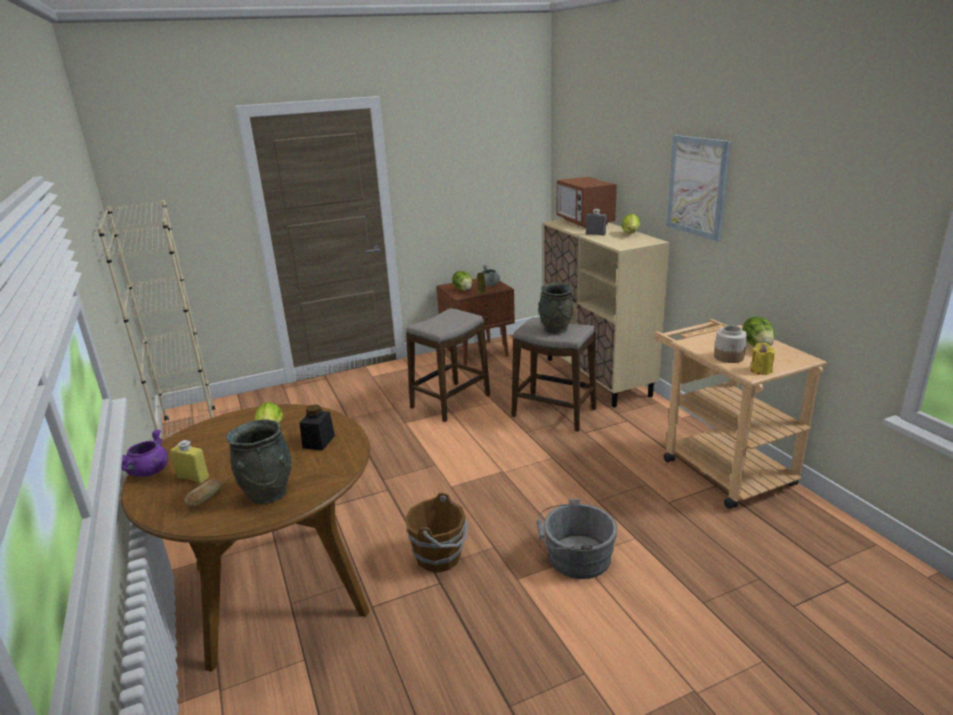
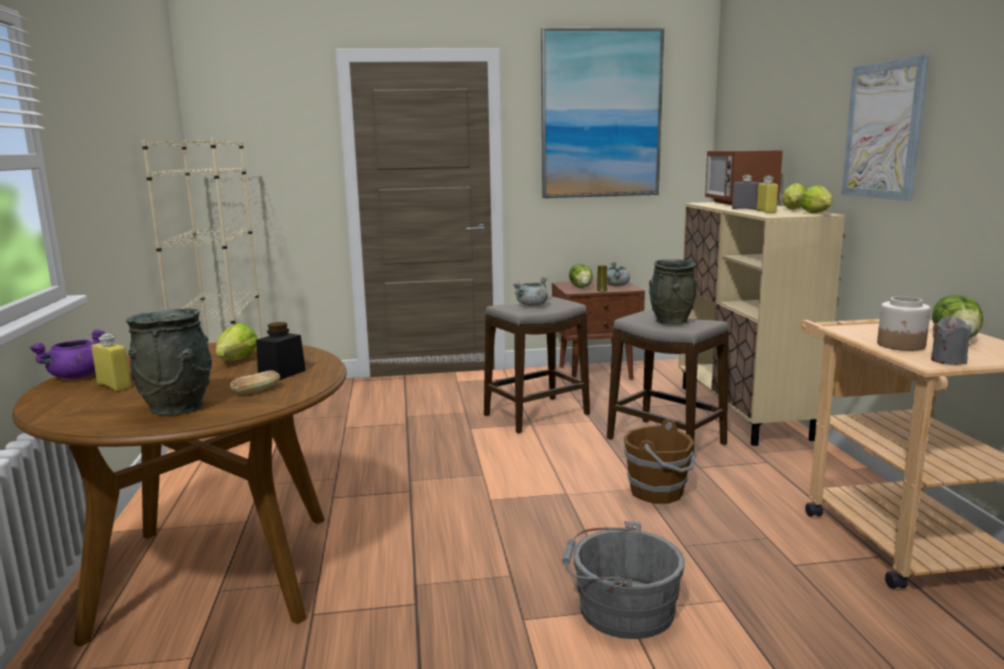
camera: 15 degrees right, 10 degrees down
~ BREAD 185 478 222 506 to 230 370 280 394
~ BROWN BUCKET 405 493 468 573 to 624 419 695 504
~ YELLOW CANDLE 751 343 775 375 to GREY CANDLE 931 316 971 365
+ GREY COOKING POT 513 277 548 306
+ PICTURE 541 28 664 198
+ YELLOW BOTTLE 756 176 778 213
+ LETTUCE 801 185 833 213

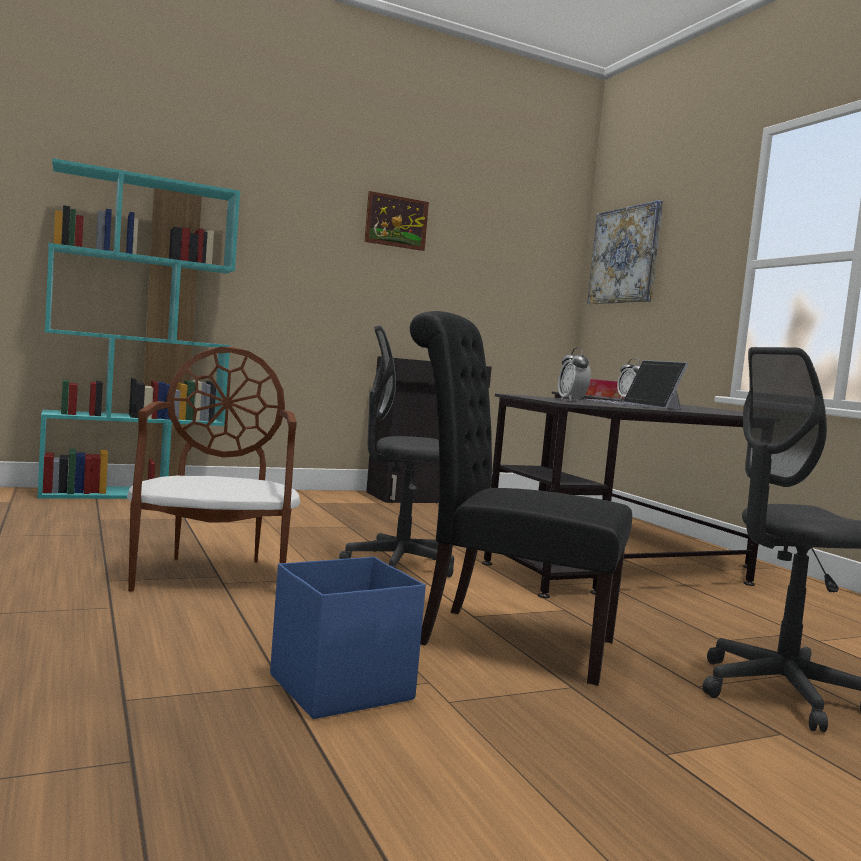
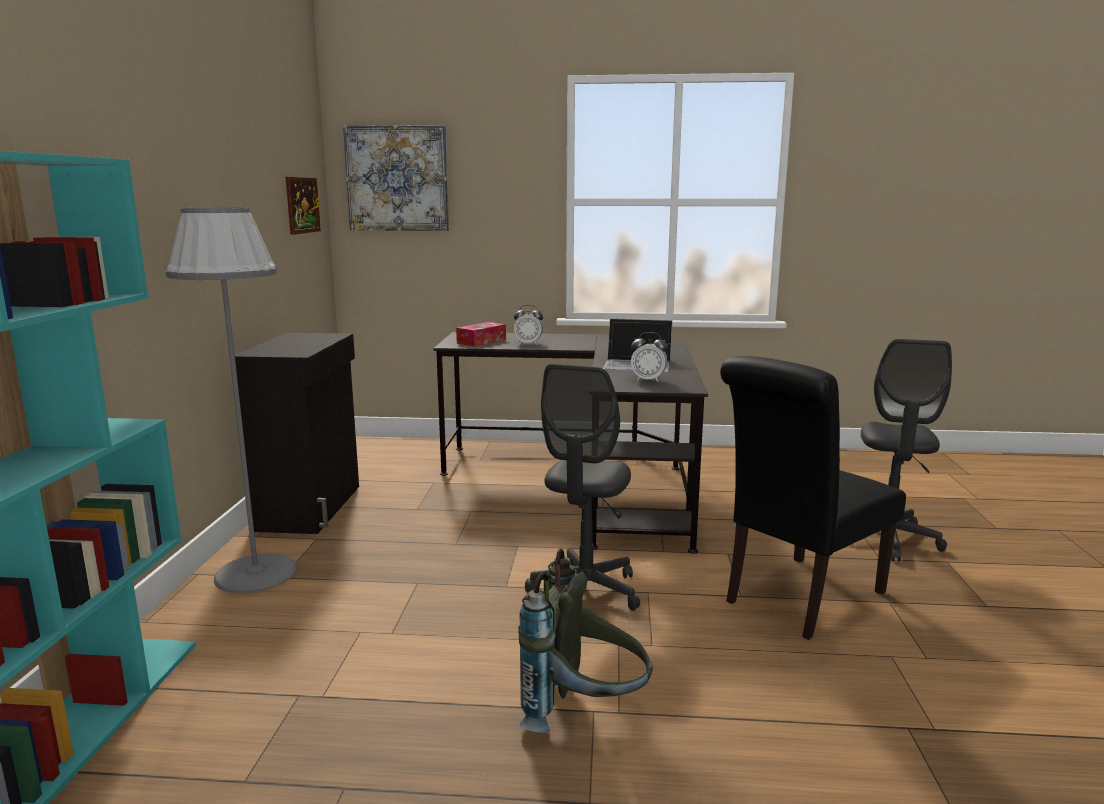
camera: 60 degrees left, 10 degrees up
~ BROWN CHAIR 127 347 300 591 to GREY BACKPACK 518 549 653 733
- BLUE STORAGE BOX 270 556 426 719
~ PICTURE 365 191 429 251 to 286 177 321 235
+ GREY FLOOR LAMP 166 207 297 593

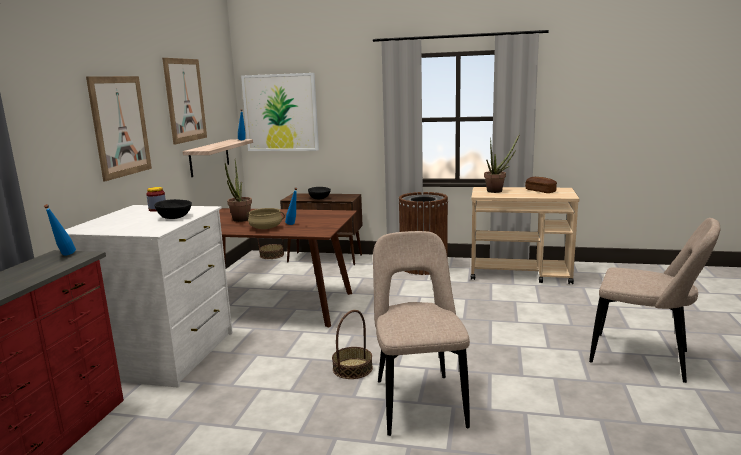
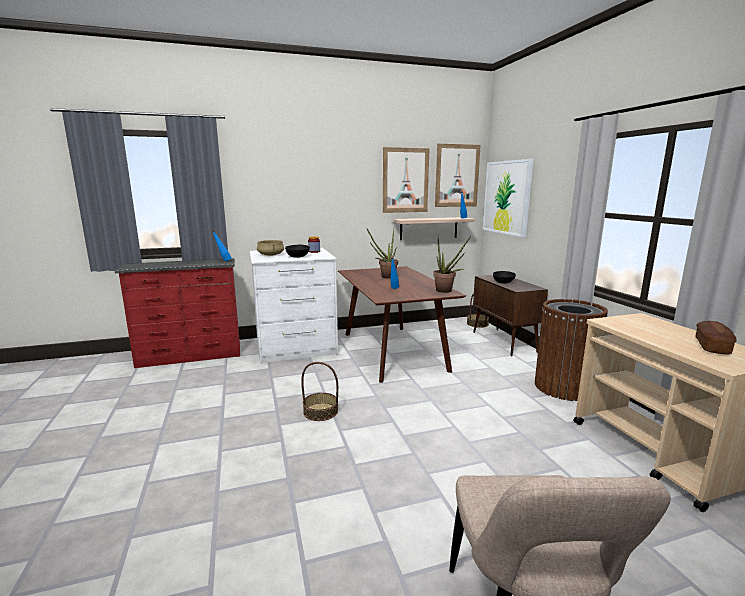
camera: 60 degrees right, 0 degrees up
~ PICTURE 86 76 152 181 to 435 144 481 207
~ BEIGE COOKING POT 247 208 285 229 to 257 240 284 256
- BEIGE CHAIR 373 231 470 436
~ POTTED PLANT 484 134 520 193 to 433 236 471 293

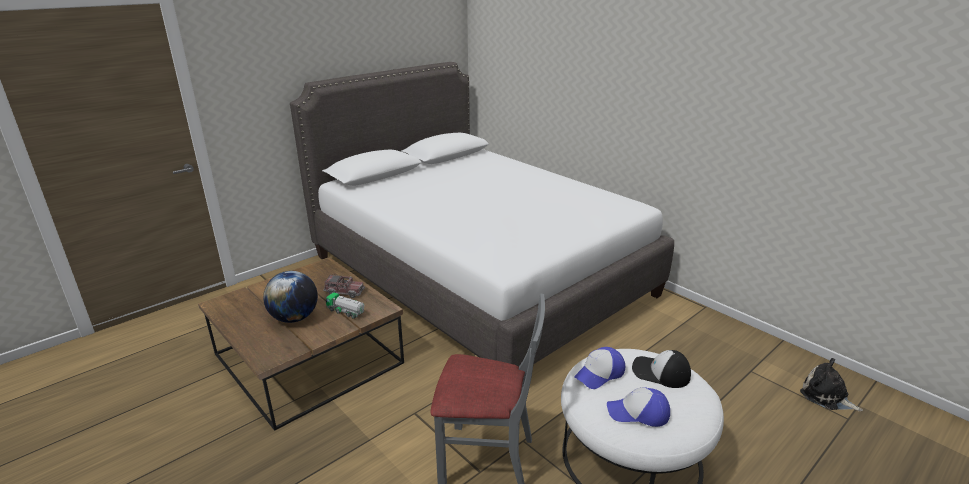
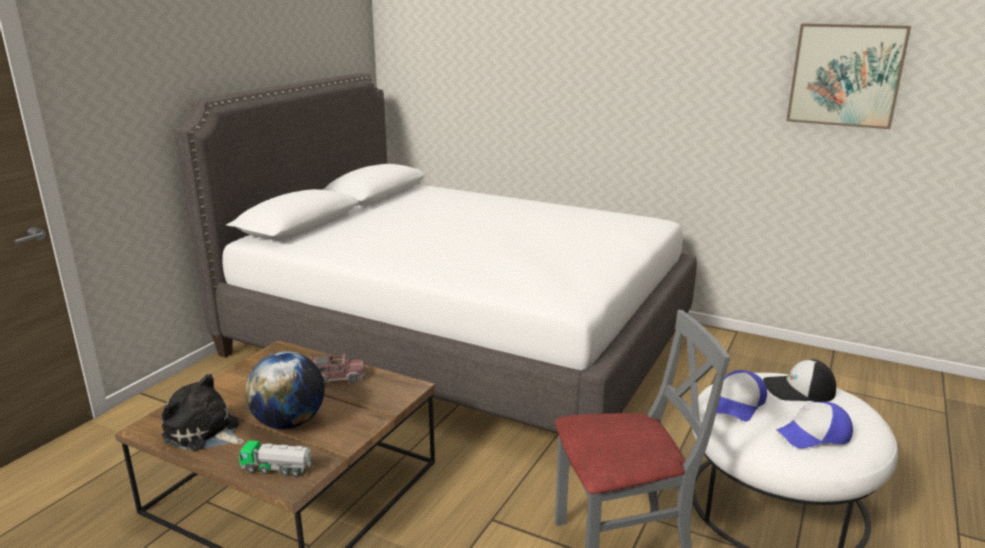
camera: 20 degrees left, 5 degrees down
~ TOY TRUCK 326 292 364 319 to 239 441 312 477
~ PLUSH TOY 800 358 863 411 to 162 374 244 451
+ PICTURE 786 23 911 129

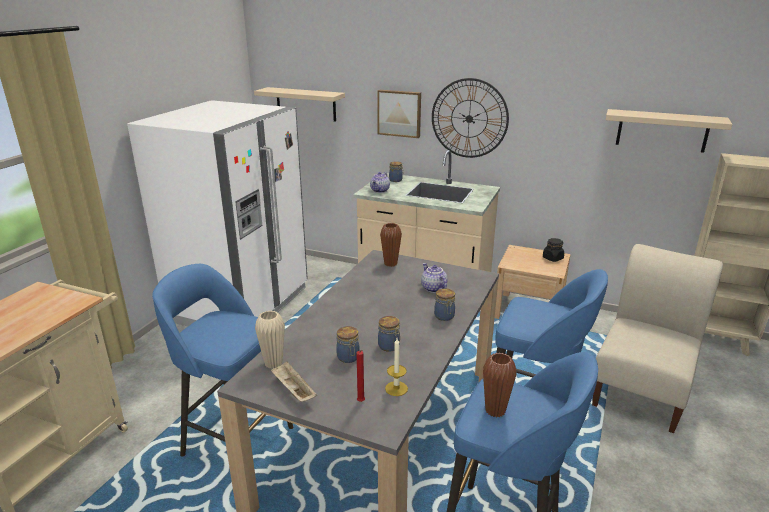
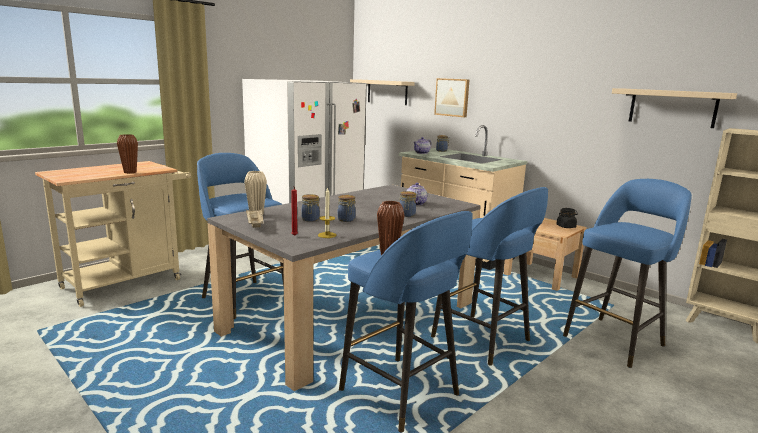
camera: 20 degrees right, 10 degrees down
~ BROWN VASE 380 223 402 267 to 117 134 138 173
- WALL CLOCK 432 78 509 158
~ BEIGE CHAIR 592 244 723 433 to BLUE STOOL 563 179 692 368

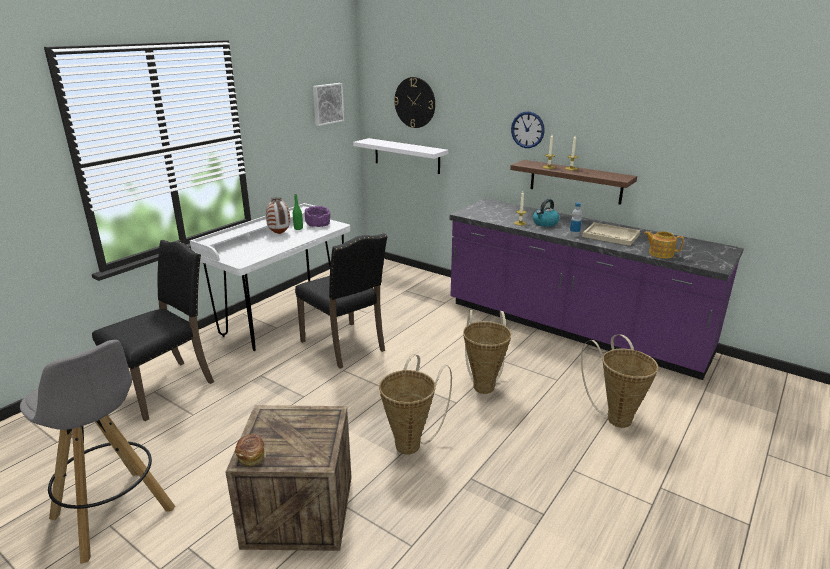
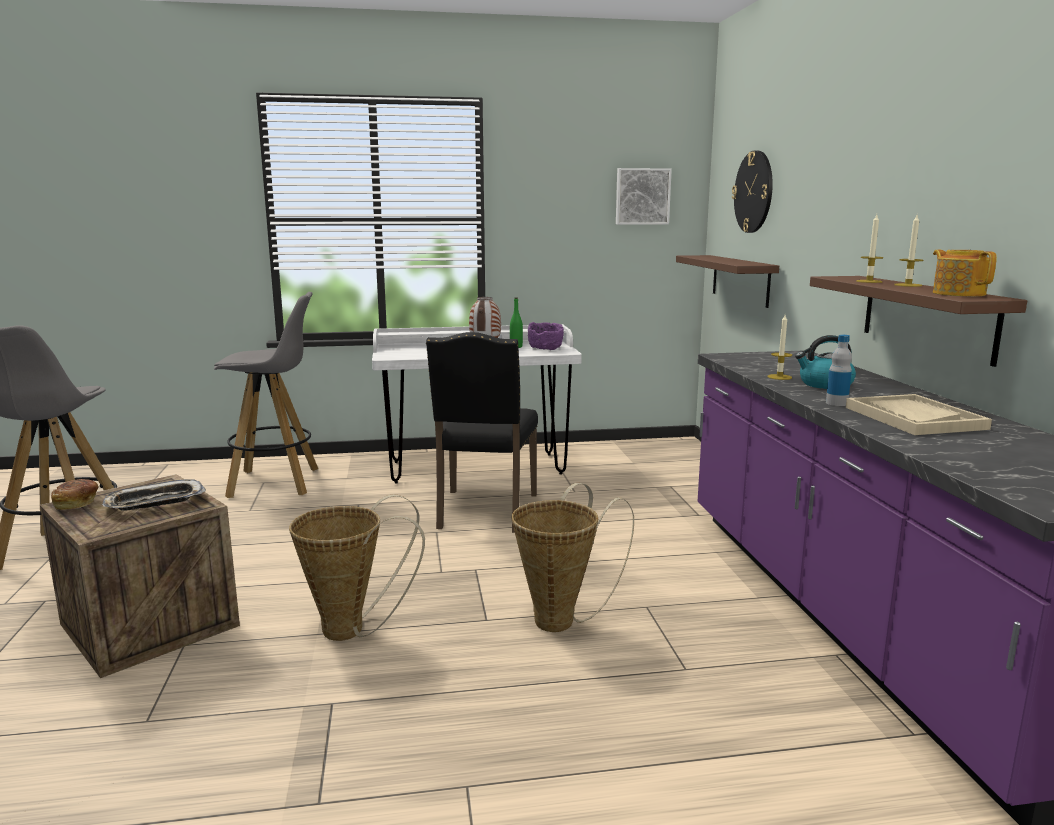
camera: 45 degrees right, 10 degrees down
~ BLACK CHAIR 92 240 214 421 to GREY STOOL 214 292 318 498
~ WHITE SHELF 353 138 448 174 to BROWN SHELF 676 255 779 308
- WALL CLOCK 511 111 545 148
- BASKET 581 334 658 428
~ TEAPOT 644 231 684 258 to 933 250 997 296
+ TRAY 102 479 206 511

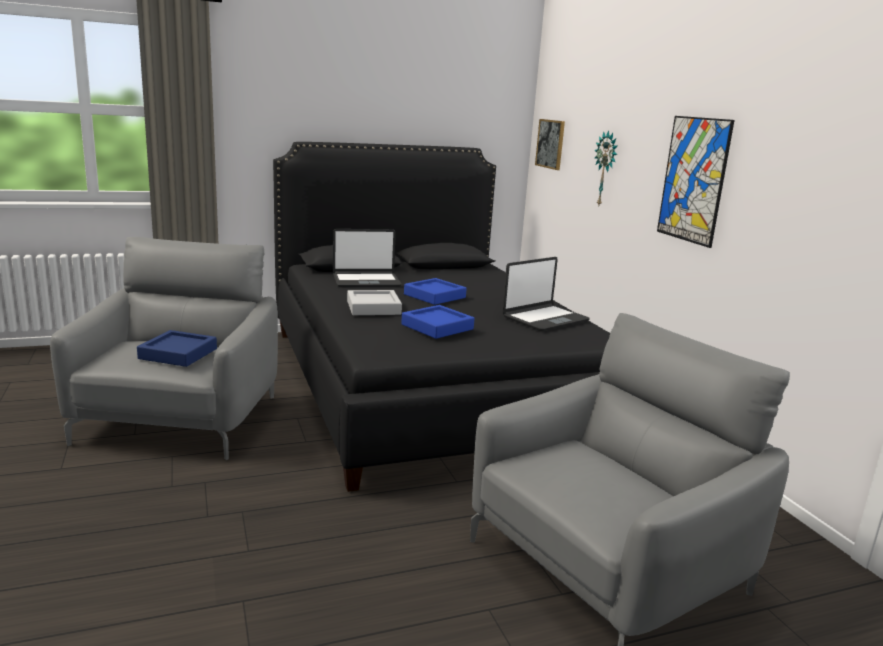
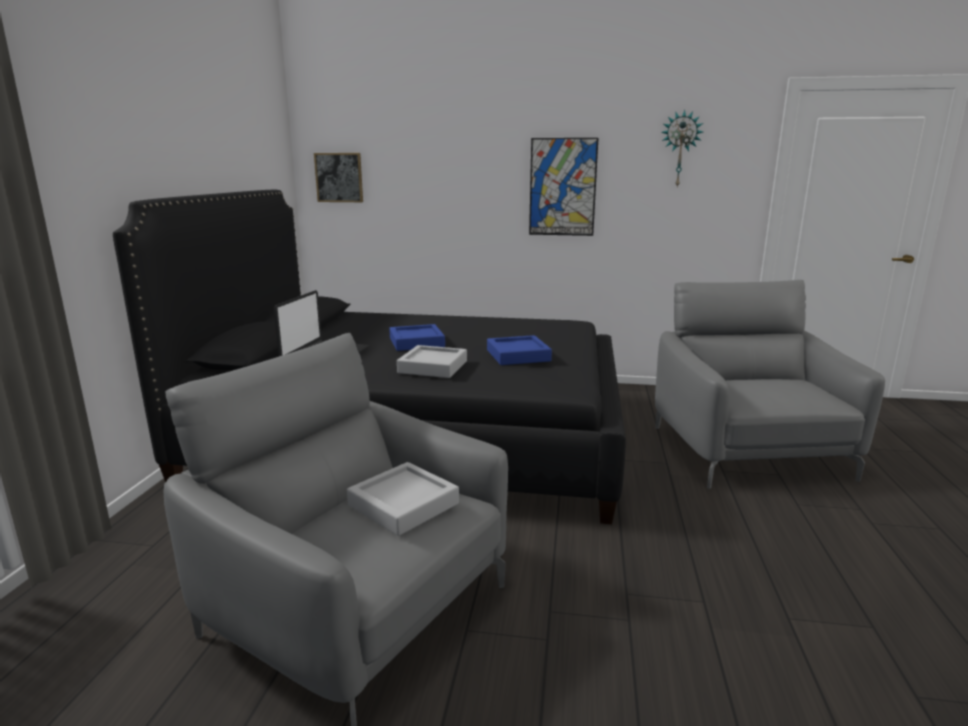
camera: 60 degrees left, 0 degrees up
~ BLUE TRAY 137 330 217 367 to GREY TRAY 347 462 459 536
- LAPTOP 502 257 590 331
~ WALL CLOCK 594 130 617 205 to 661 110 703 187

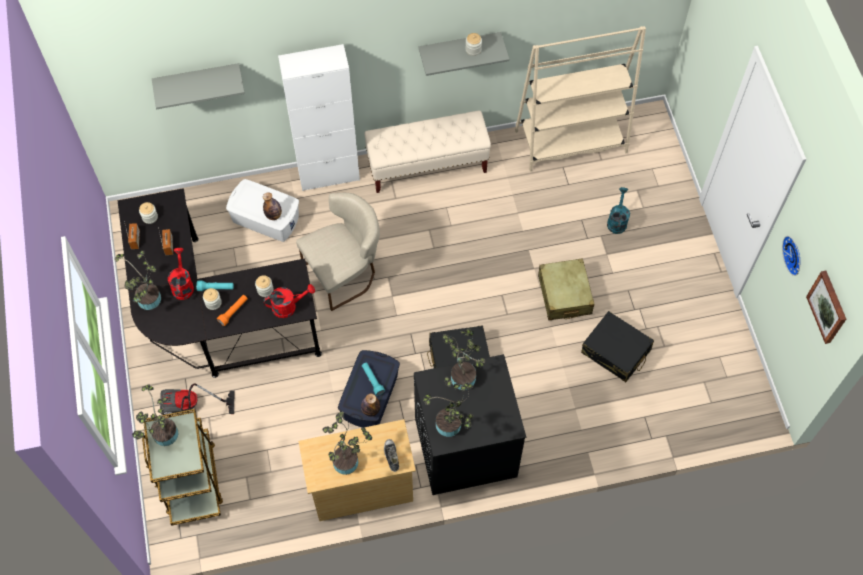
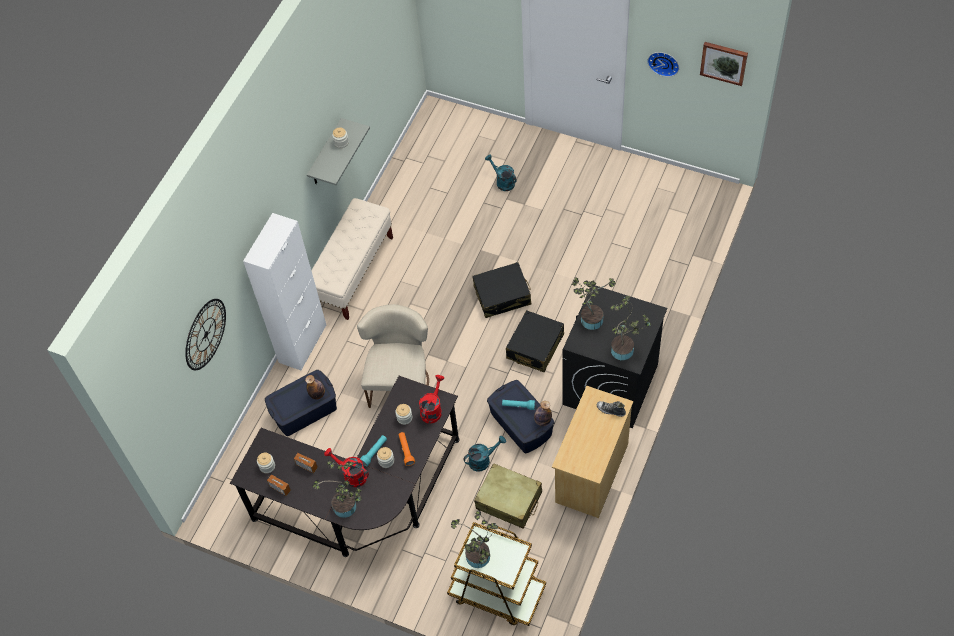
camera: 50 degrees left, 5 degrees down
~ GREY SHELF 152 63 245 109 to WALL CLOCK 185 299 226 370
- VACUUM CLEANER 160 383 235 415
~ WHITE STORAGE BOX 226 179 299 242 to BLUE STORAGE BOX 265 370 337 436
- POTTED PLANT 322 411 372 475
- BEIGE BOOKCASE 515 26 646 171
~ BEIGE SUITCASE 538 258 594 320 to 474 463 542 529
~ BLACK SUITCASE 581 311 654 382 to 472 262 531 318
+ TURQUOISE WATERING CAN 463 436 506 472

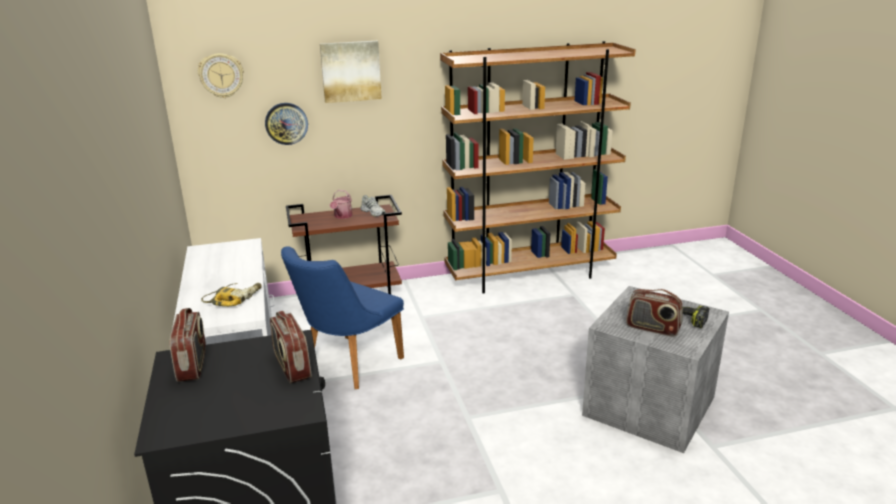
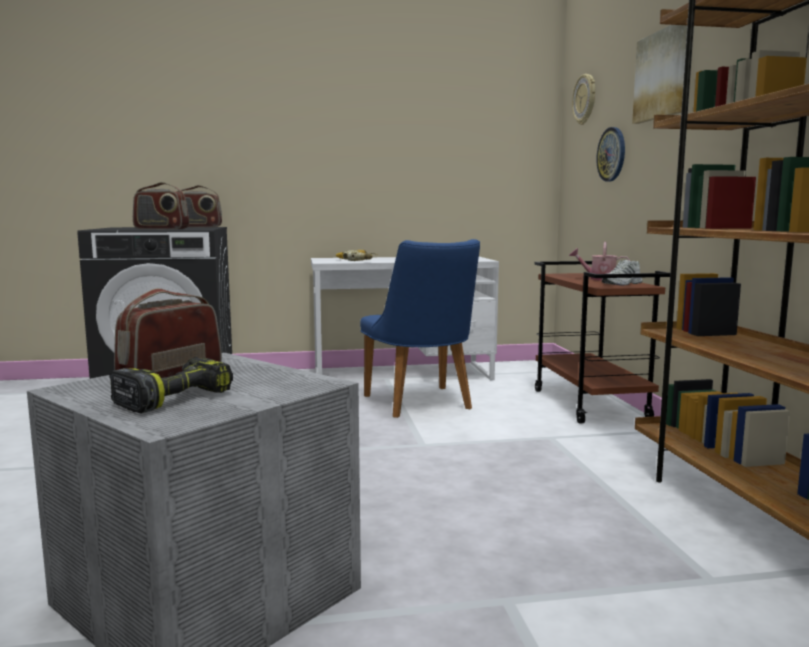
camera: 95 degrees right, 15 degrees down
~ RADIO 270 311 312 383 = 133 182 189 229 150 degrees counterclockwise
~ BLUE CHAIR 281 246 404 389 = 360 239 480 418 150 degrees counterclockwise

